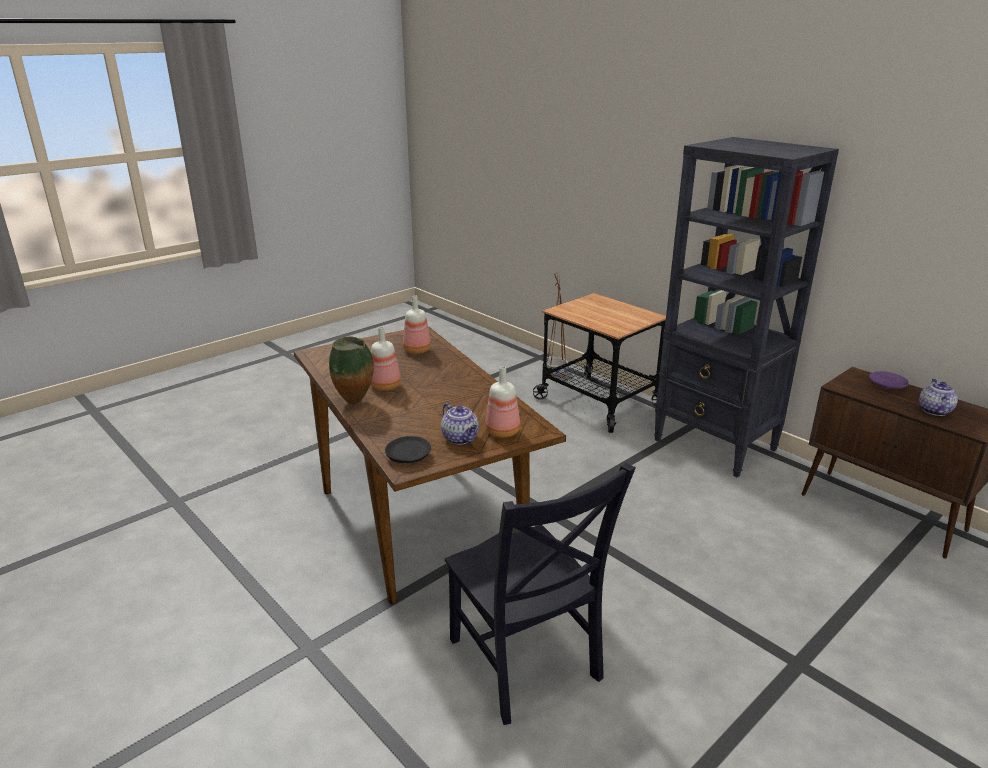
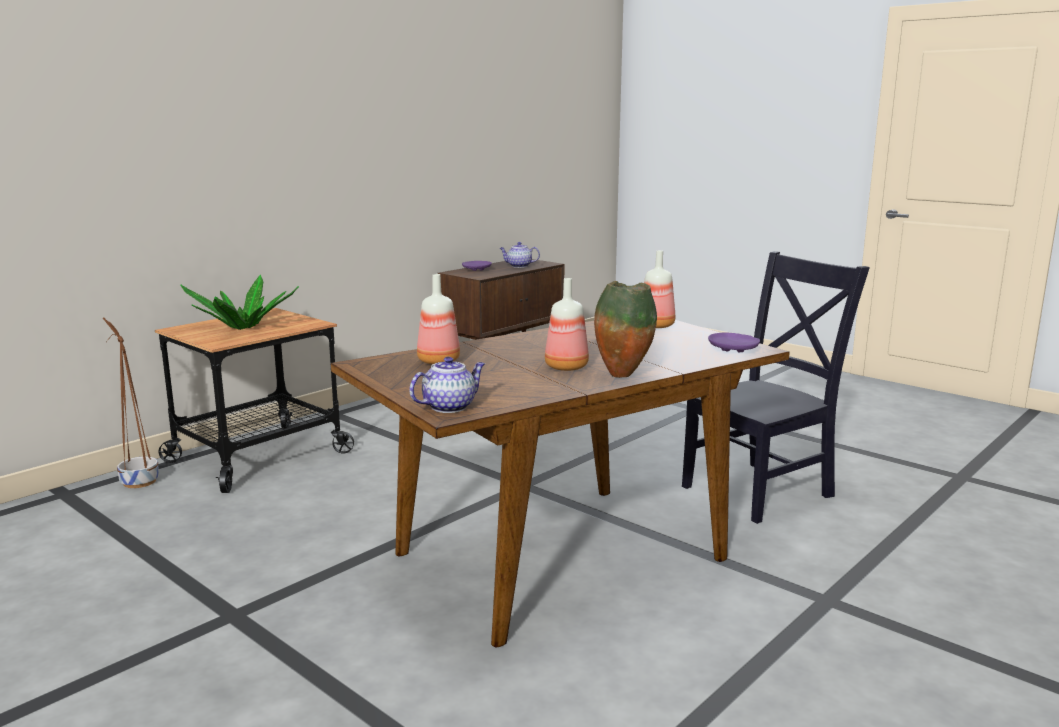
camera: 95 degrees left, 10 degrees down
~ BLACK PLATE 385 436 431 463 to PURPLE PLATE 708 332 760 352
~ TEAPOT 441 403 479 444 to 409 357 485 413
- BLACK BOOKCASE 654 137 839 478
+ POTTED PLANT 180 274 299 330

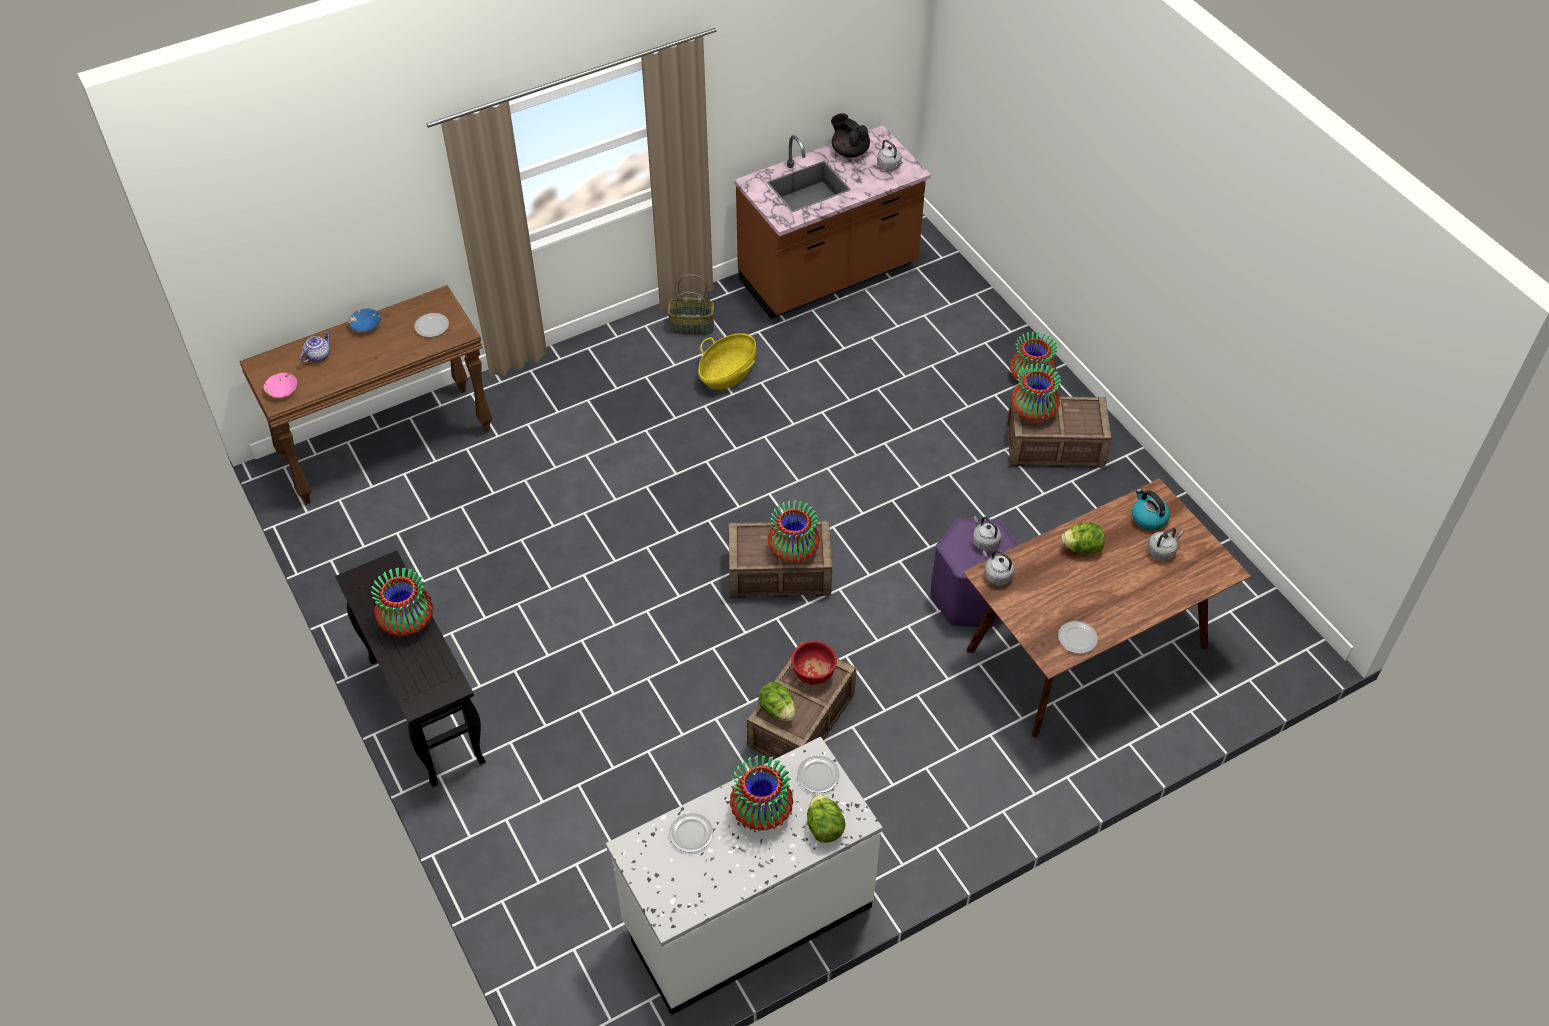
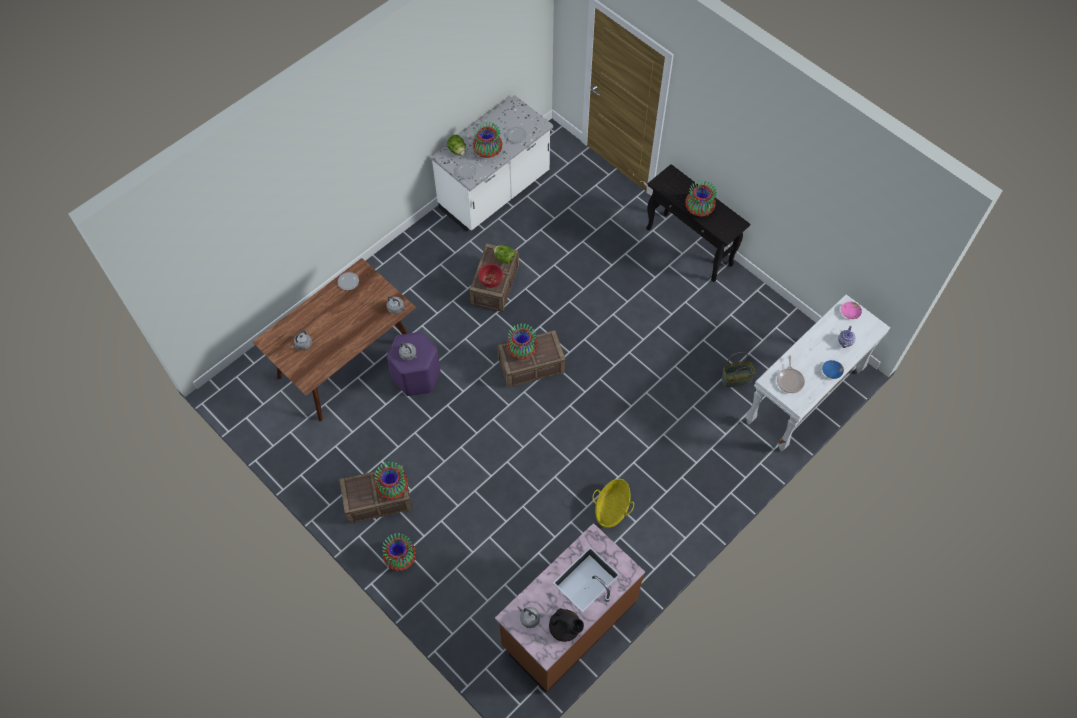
camera: 165 degrees right, 10 degrees up
~ BROWN CONSOLE TABLE 239 285 493 505 to WHITE CONSOLE TABLE 745 294 890 451
~ PLATE 414 313 449 337 to FRYING PAN 777 355 805 393
~ BASKET 667 275 714 335 to 721 352 756 388
- LETTUCE 1062 523 1105 554
- KETTLE 1132 489 1170 530

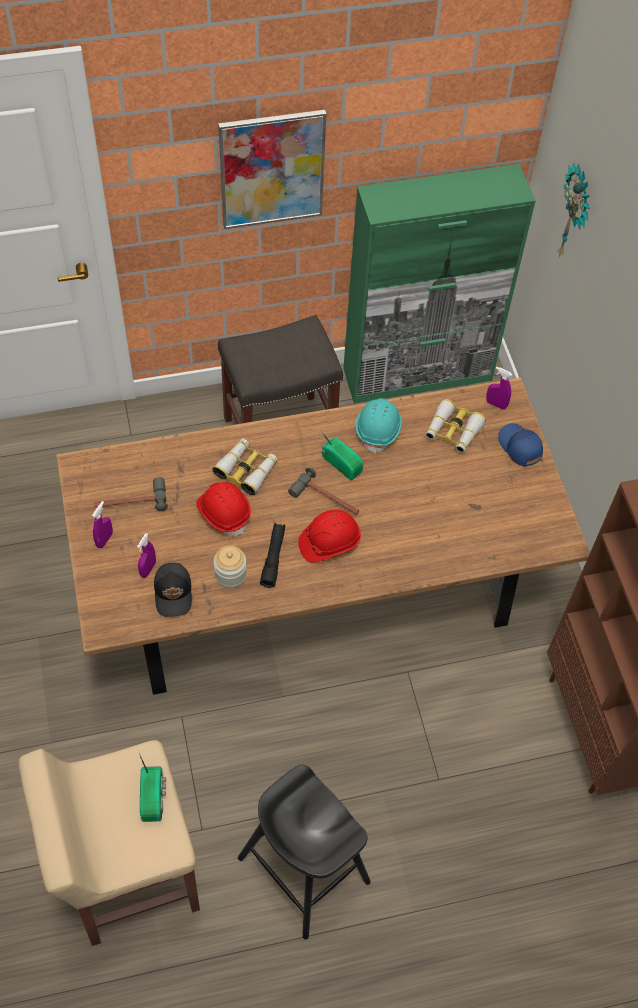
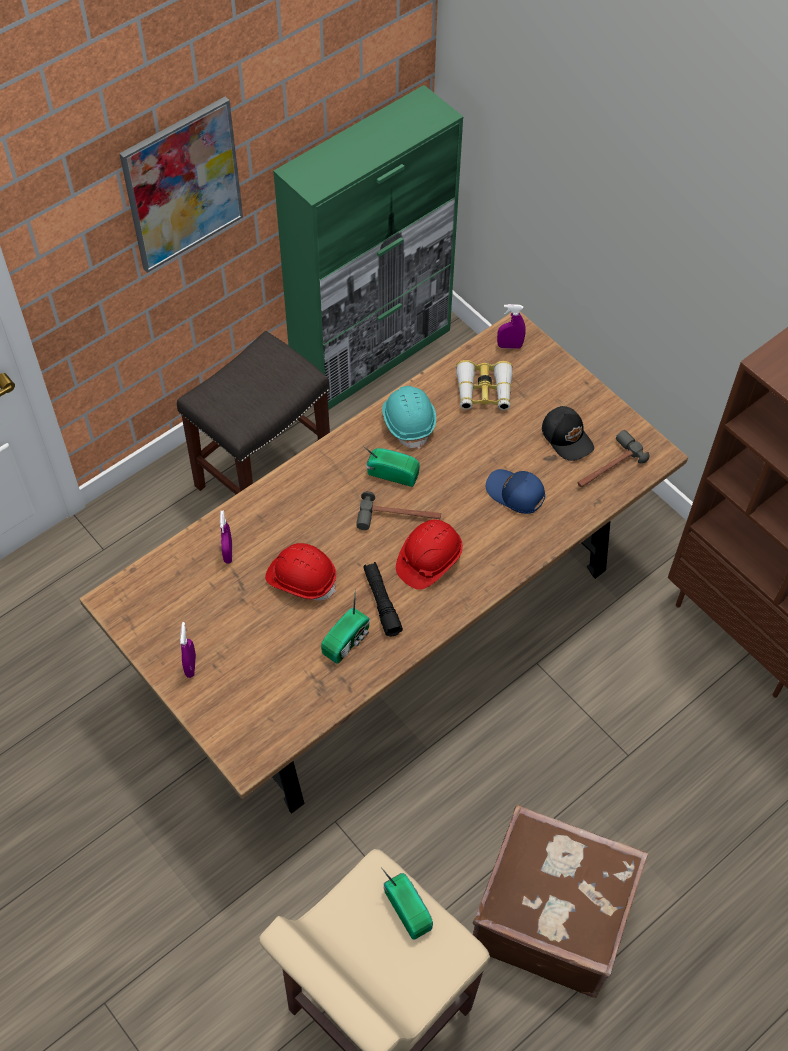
camera: 25 degrees left, 0 degrees up
~ HAMMER 94 477 168 511 to 577 430 649 487
~ PURPLE SPRAY BOTTLE 137 533 156 578 to 220 511 232 564
~ BLACK CAP 154 563 192 616 to 542 406 594 461
- BINOCULARS 212 438 278 495
~ JAR 214 545 247 588 to RADIO 321 588 370 664
~ BLACK STOOL 238 765 371 939 to BROWN SUITCASE 472 805 648 998
~ BLUE CAP 498 423 543 466 to 486 469 545 514
- WALL CLOCK 558 162 590 258

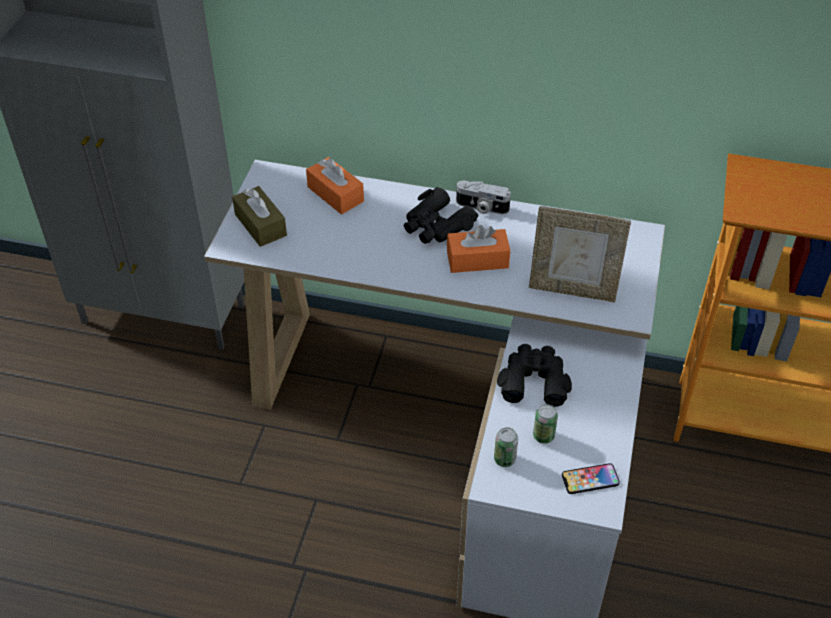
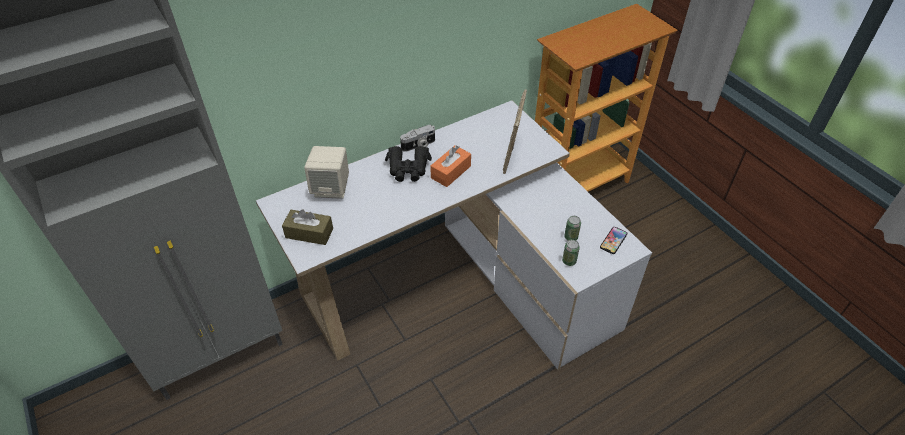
camera: 45 degrees left, 0 degrees up
~ ORANGE TISSUE BOX 306 157 364 214 to BEIGE SPEAKER 304 146 349 199
- BLACK BINOCULARS 497 344 572 407
~ PICTURE FRAME 529 206 631 302 = 503 89 527 174 135 degrees clockwise

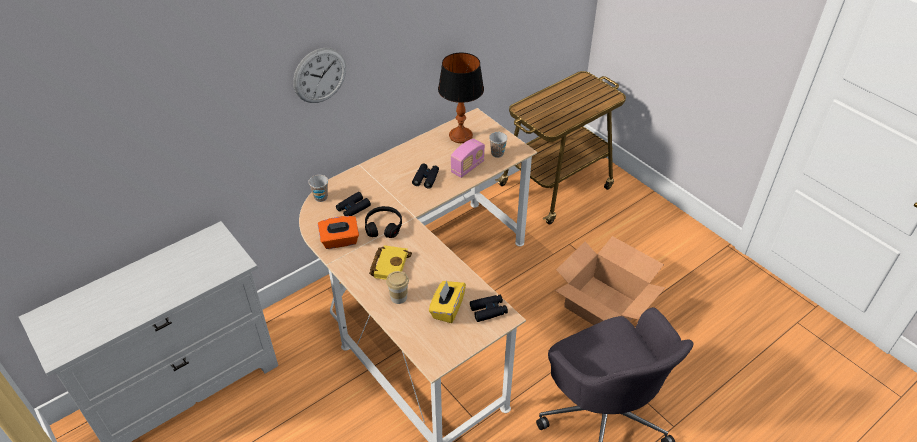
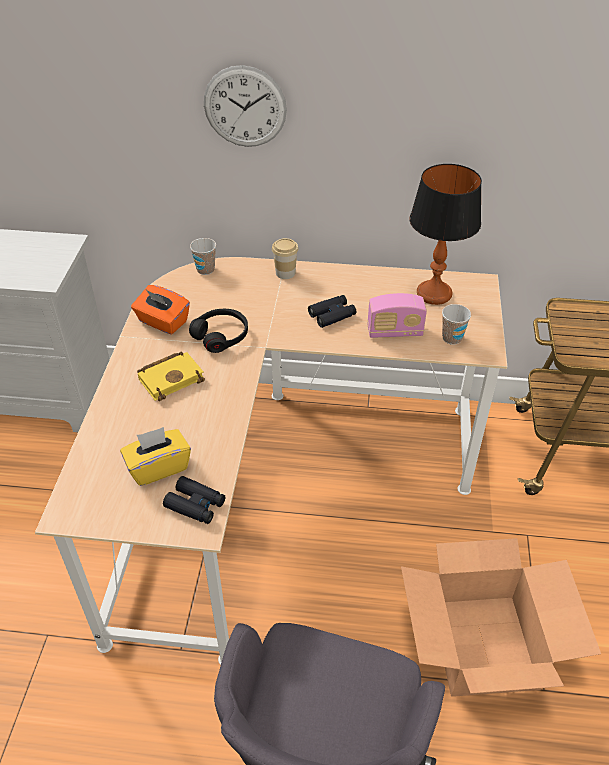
camera: 45 degrees right, 0 degrees up
- BLACK BINOCULARS 336 192 371 216
~ CUP 386 271 409 304 to 272 238 299 279

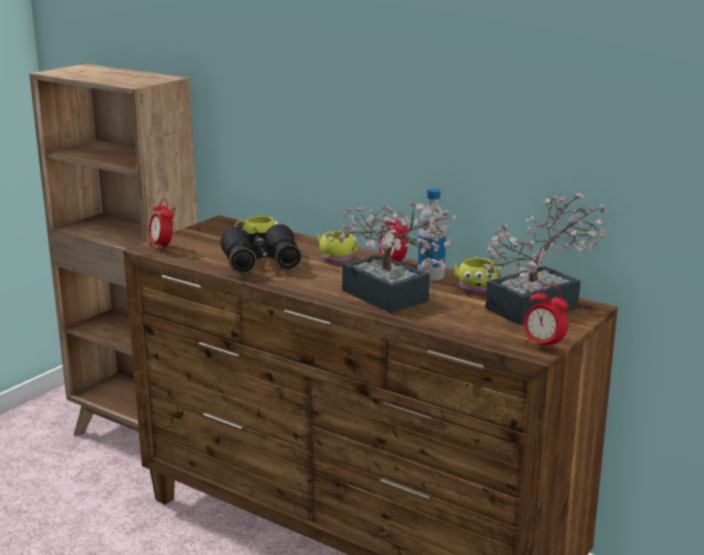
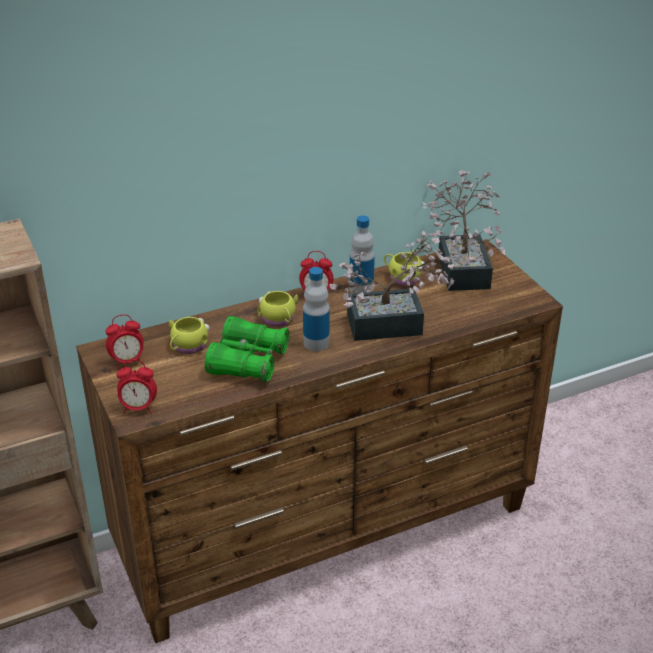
camera: 60 degrees left, 15 degrees up
~ BLACK BINOCULARS 220 224 302 273 to GREEN BINOCULARS 205 316 290 382
~ ALARM CLOCK 524 284 569 352 to 106 314 143 369
+ BOTTLE 303 267 330 351

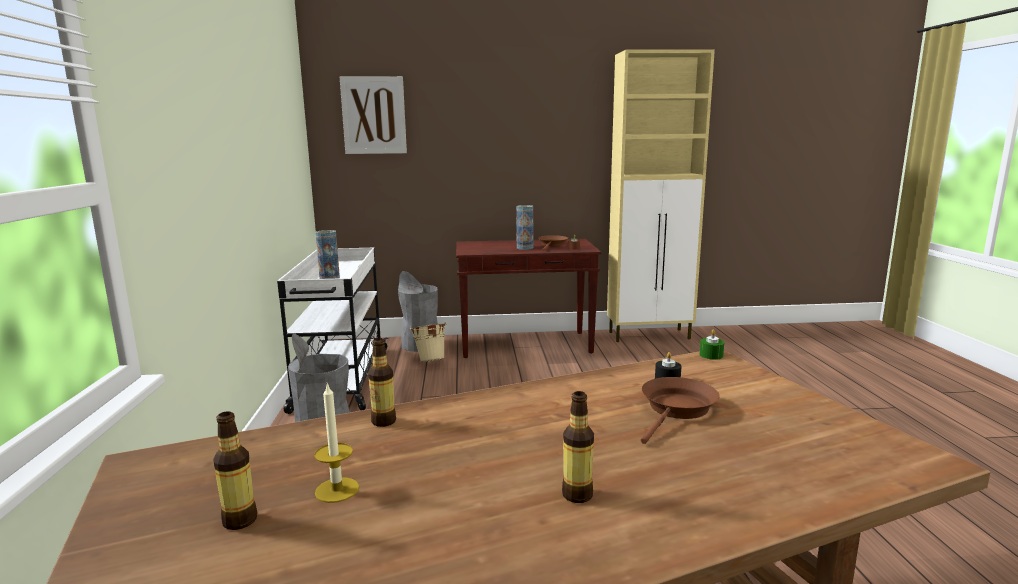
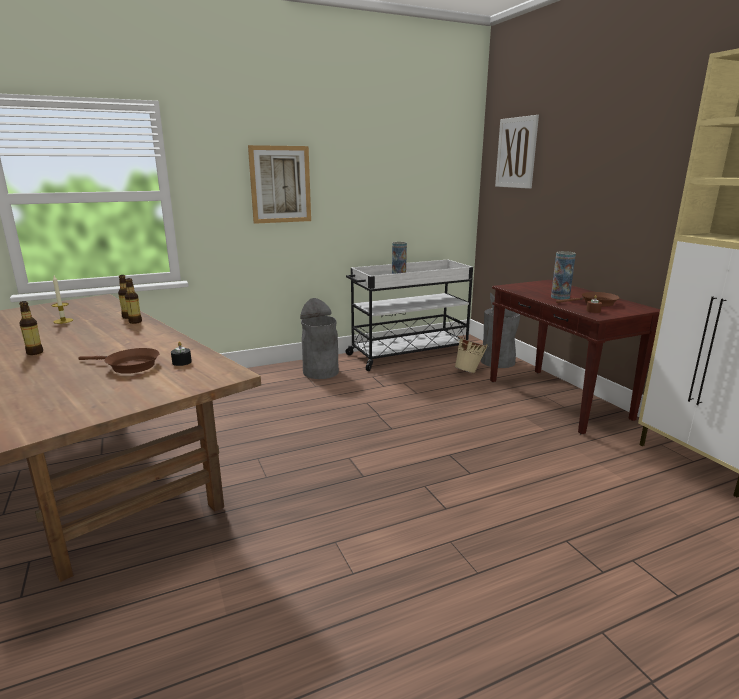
camera: 70 degrees right, 5 degrees up
~ BOTTLE 213 411 257 530 to 125 278 142 324
- GREEN CANDLE 700 330 724 360
+ PICTURE 248 145 311 224

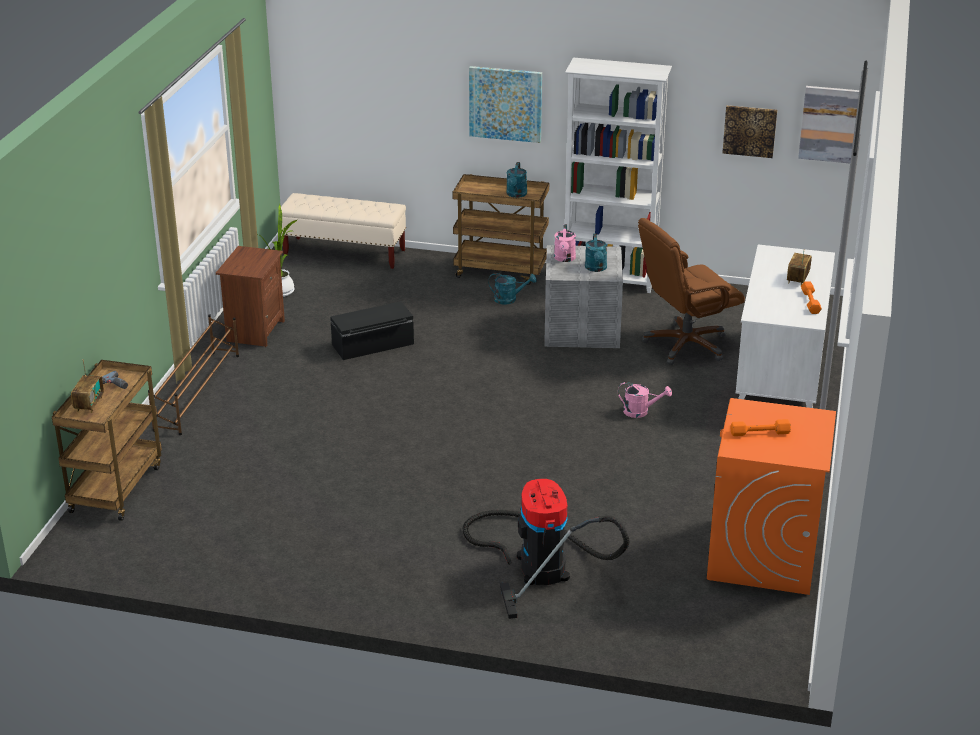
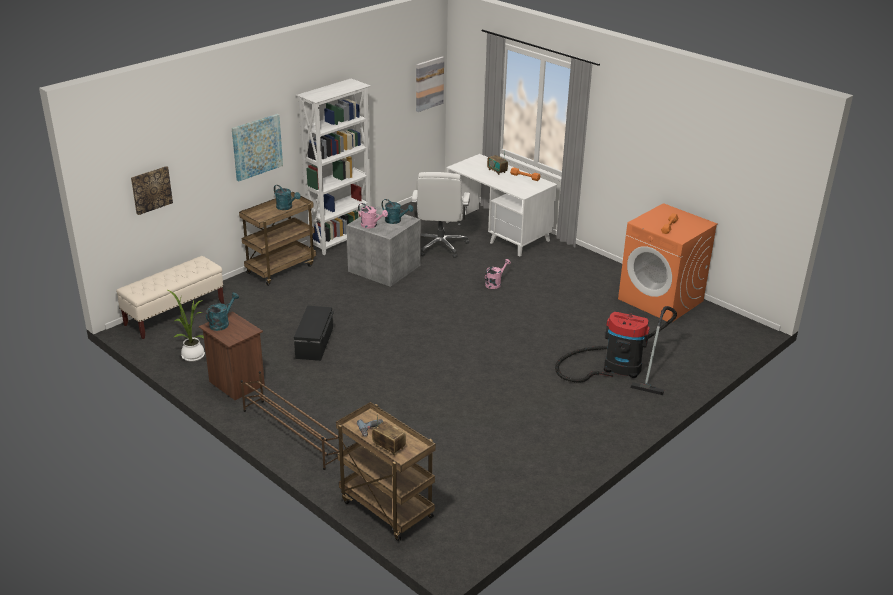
camera: 60 degrees left, 0 degrees up
~ TURQUOISE WATERING CAN 488 273 537 304 to 206 293 239 331
~ BROWN OFFICE CHAIR 638 218 745 365 to WHITE OFFICE CHAIR 411 172 470 258
~ PICTURE 722 105 777 158 to 131 166 173 215

